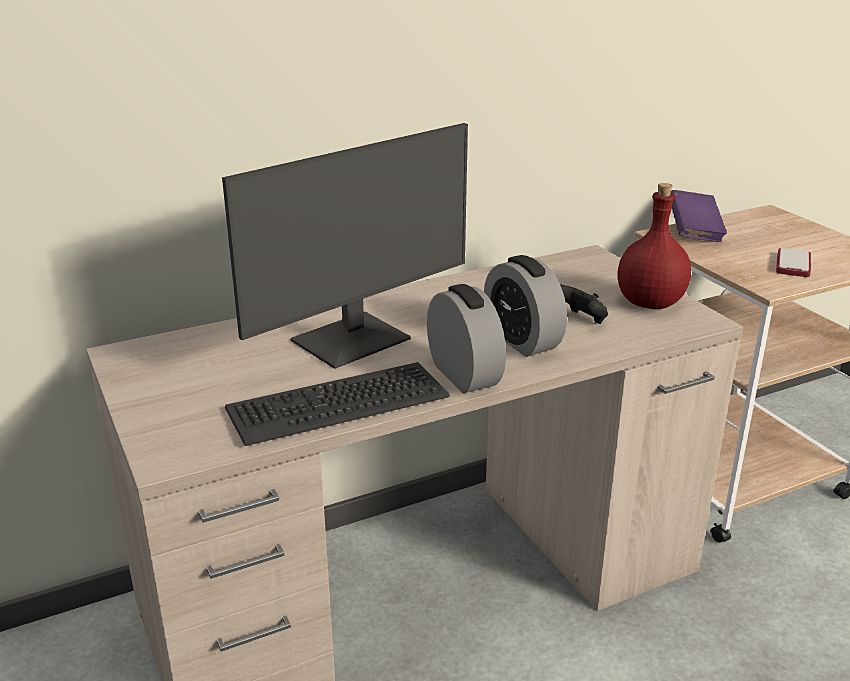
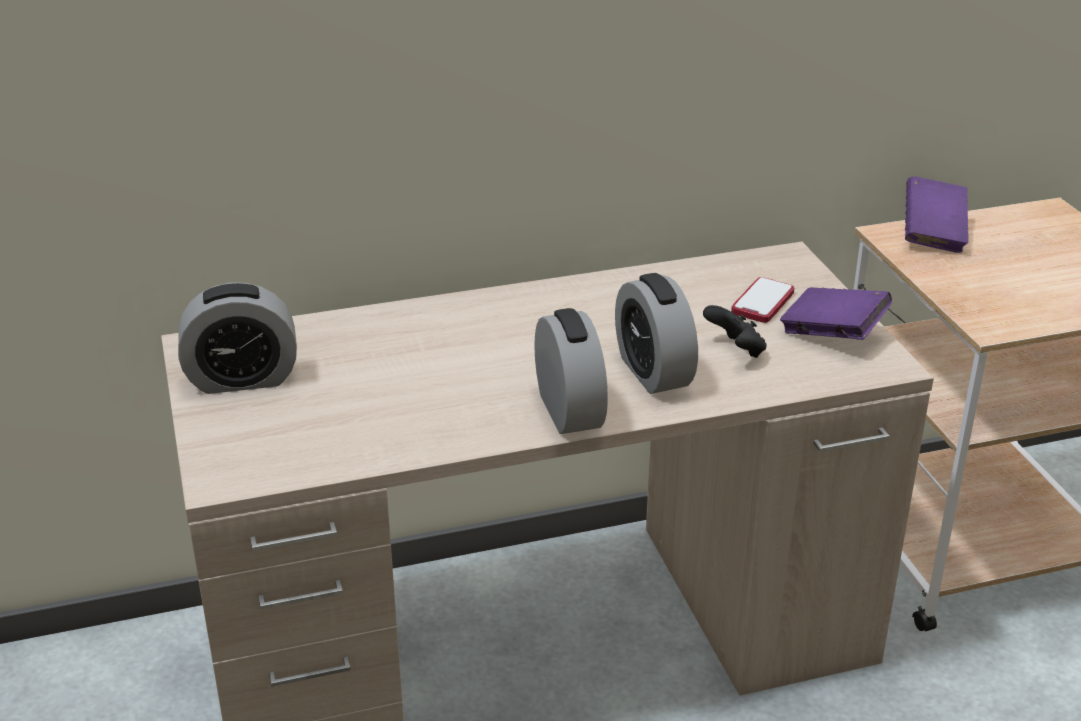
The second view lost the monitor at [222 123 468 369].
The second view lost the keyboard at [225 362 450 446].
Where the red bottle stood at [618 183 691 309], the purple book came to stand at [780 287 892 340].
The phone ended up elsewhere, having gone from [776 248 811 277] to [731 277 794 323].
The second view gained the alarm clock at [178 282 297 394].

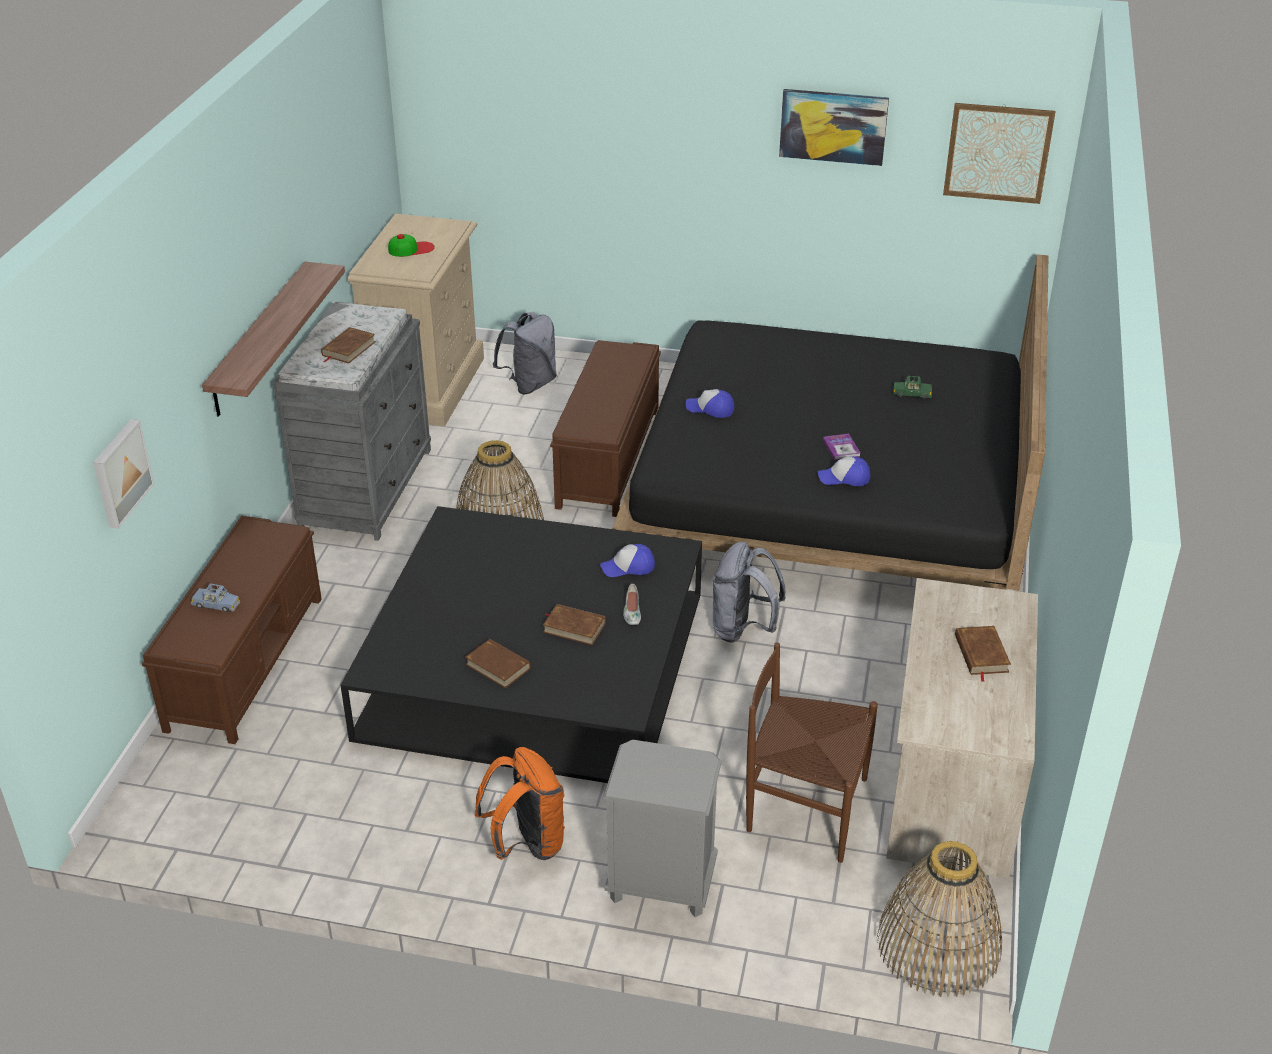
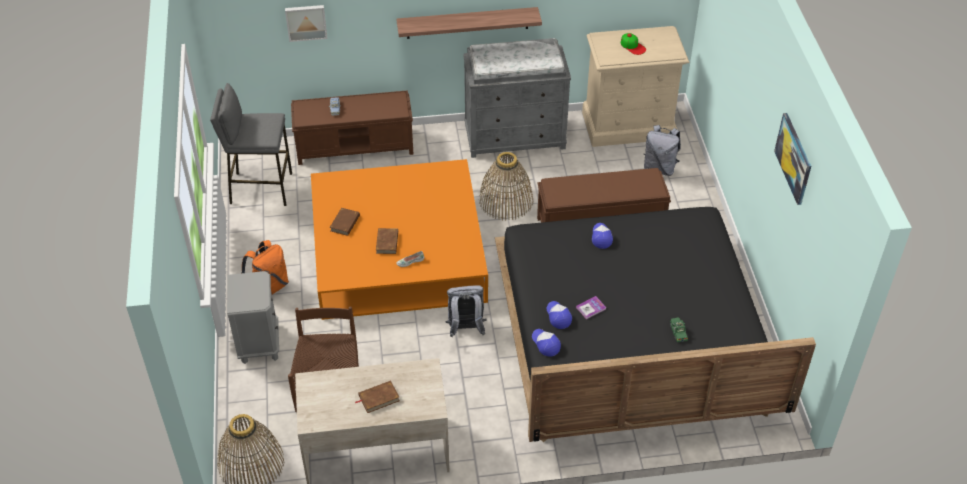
The second view lost the brown book at [321 327 376 363].
What was the black coffee table at [340 506 702 783] turned into the orange coffee table at [311 159 488 320].
The cap ended up elsewhere, having gone from [600 544 655 577] to [532 329 561 357].
The second view lost the picture at [943 103 1055 204].
The second view gained the grey stool at [210 83 292 206].

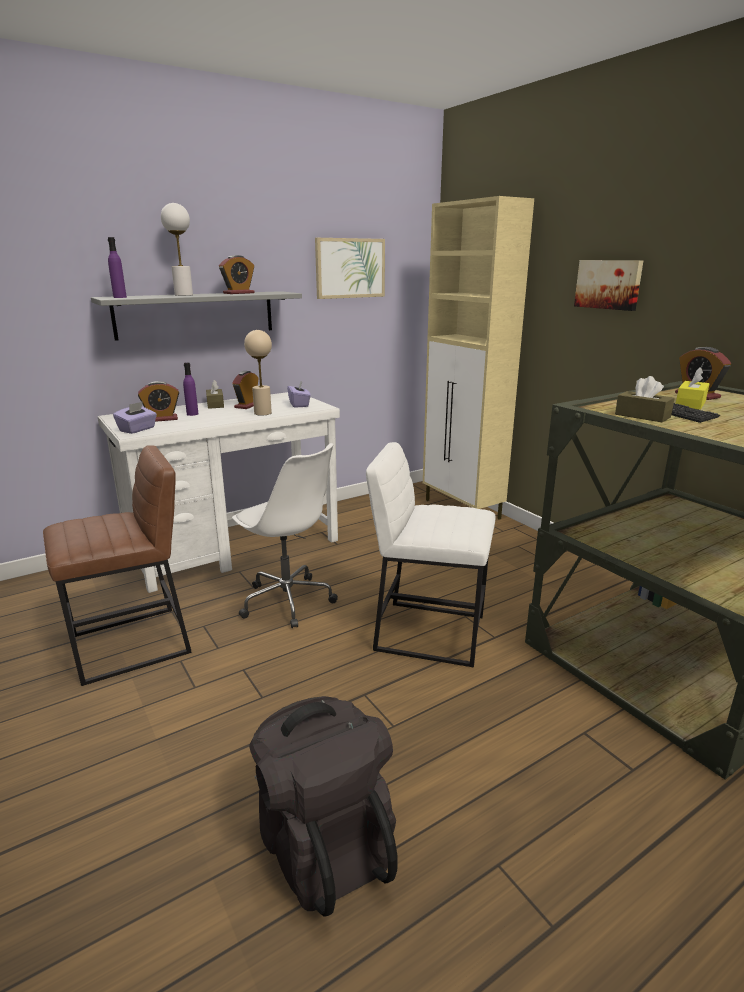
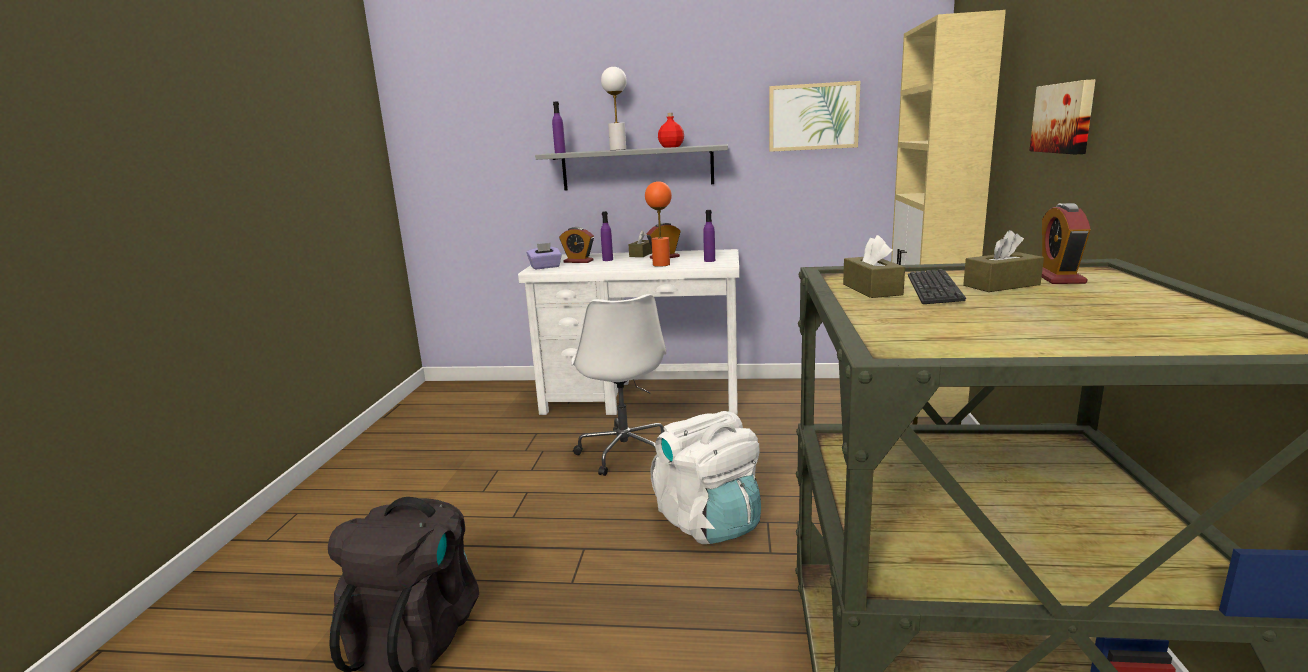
The second view lost the brown chair at [43 446 192 686].
Where the alarm clock stood at [219 255 255 294], the red bottle came to stand at [658 113 684 148].
What was the beige table lamp at [244 330 272 416] turned into the orange table lamp at [645 181 672 267].
Where the purple tissue box stood at [287 381 311 408], the purple bottle came to stand at [703 210 715 262].
Where the white chair stood at [366 442 495 667], the white backpack came to stand at [651 411 761 544].
What was the yellow tissue box at [676 367 709 410] turned into the brown tissue box at [963 230 1044 292].

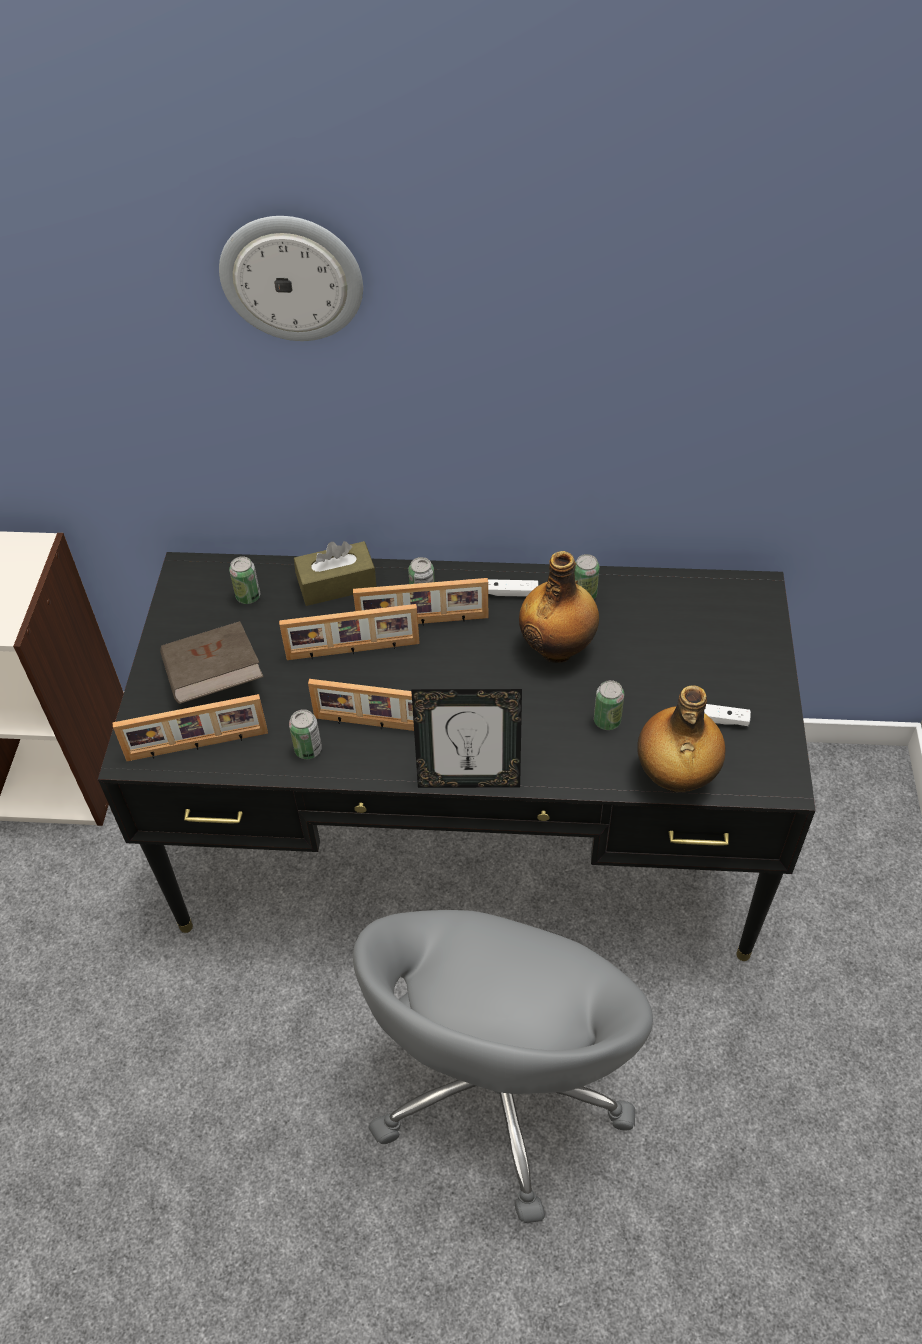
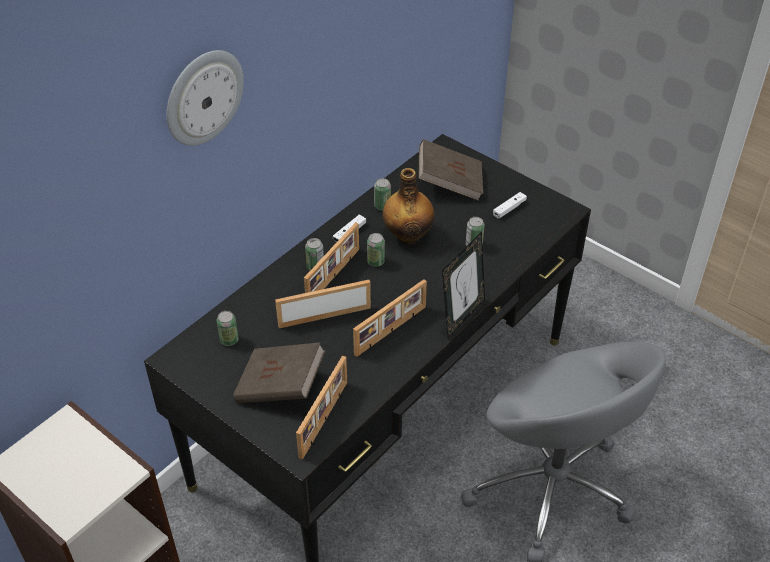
The picture frame at [279 604 420 660] ended up facing another way, 135 degrees counterclockwise from before.
The can ended up elsewhere, having gone from [289 709 322 759] to [367 233 385 267].
The second view lost the brown tissue box at [294 541 377 606].
The second view lost the bottle at [637 685 725 792].
The second view gained the brown book at [419 139 483 201].

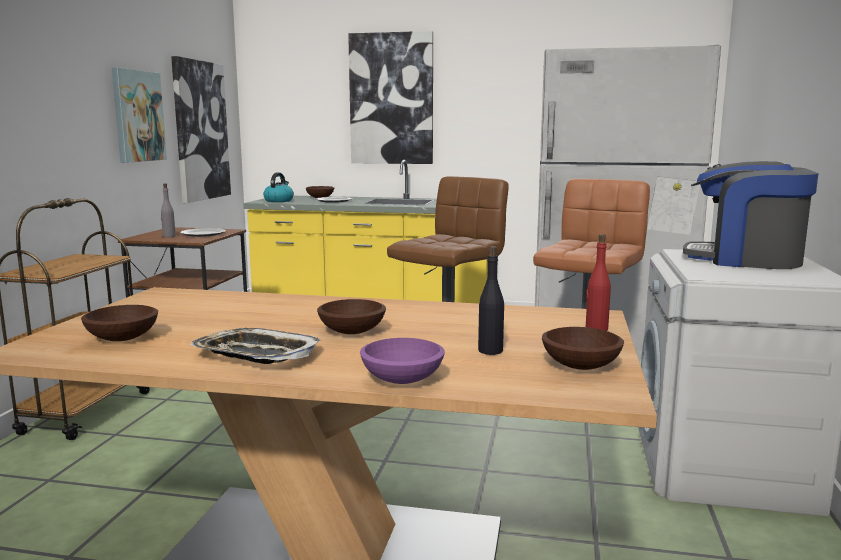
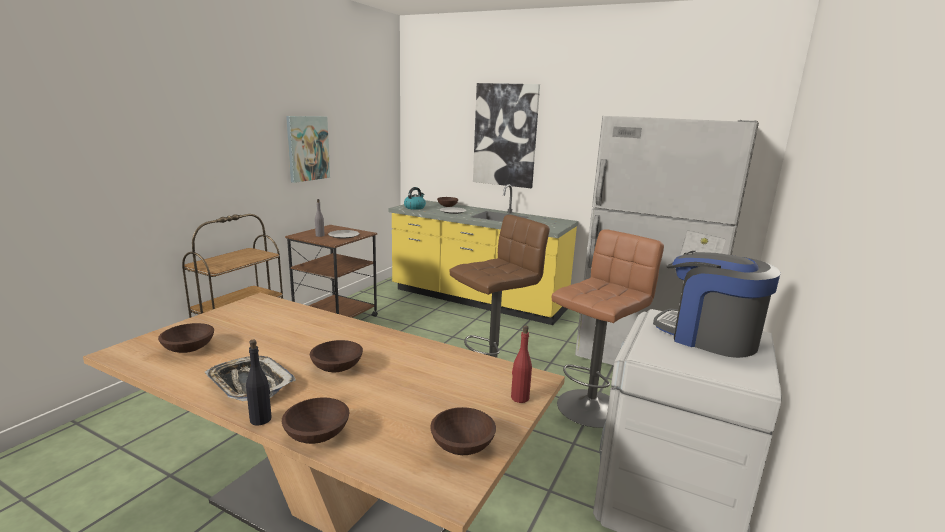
The second view lost the picture at [171 56 231 203].
What was the purple bowl at [360 338 445 384] turned into the brown bowl at [282 397 349 444].
The black bottle ended up elsewhere, having gone from [478 246 504 355] to [246 340 272 425].

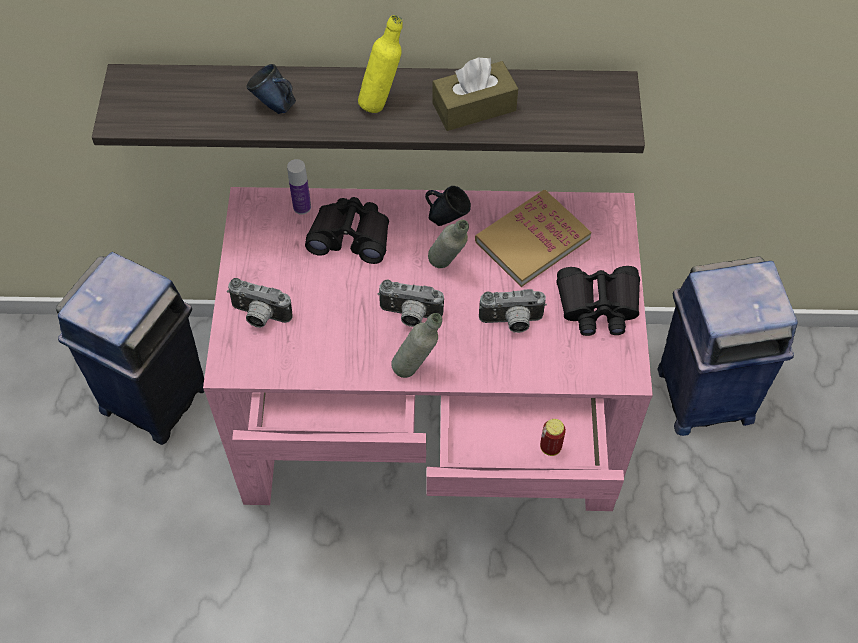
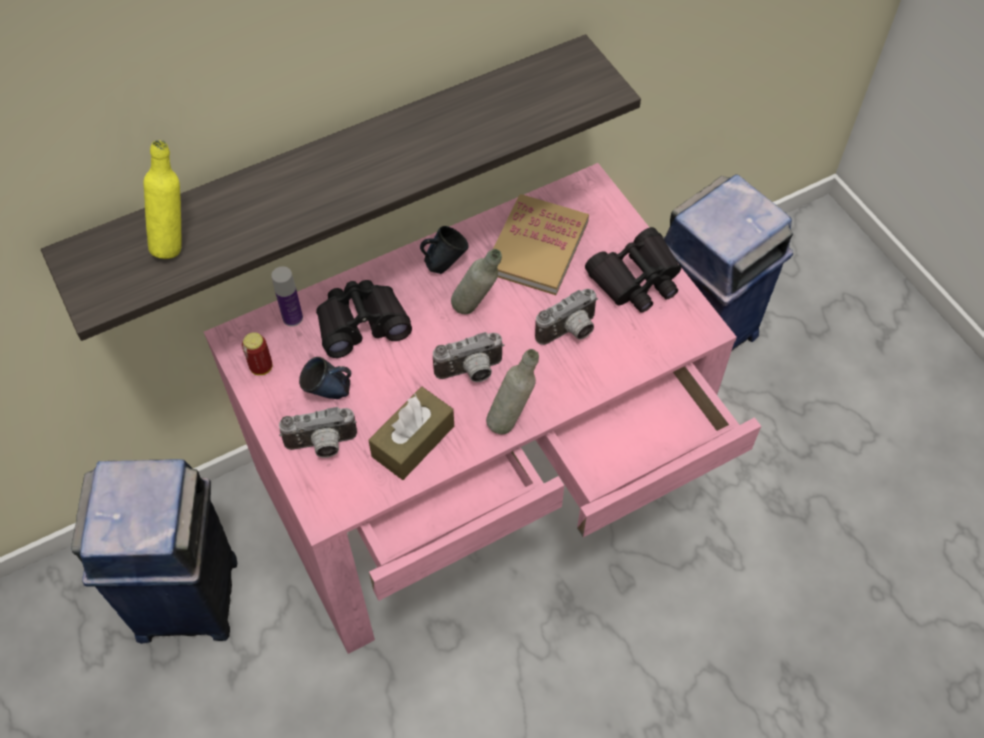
The blue mug ended up elsewhere, having gone from [247 64 296 114] to [299 357 351 399].
The yellow bottle ended up elsewhere, having gone from [358 15 403 113] to [143 140 182 259].
The brown tissue box ended up elsewhere, having gone from [432 57 518 131] to [369 387 454 480].
The can ended up elsewhere, having gone from [540 419 566 456] to [242 332 272 375].

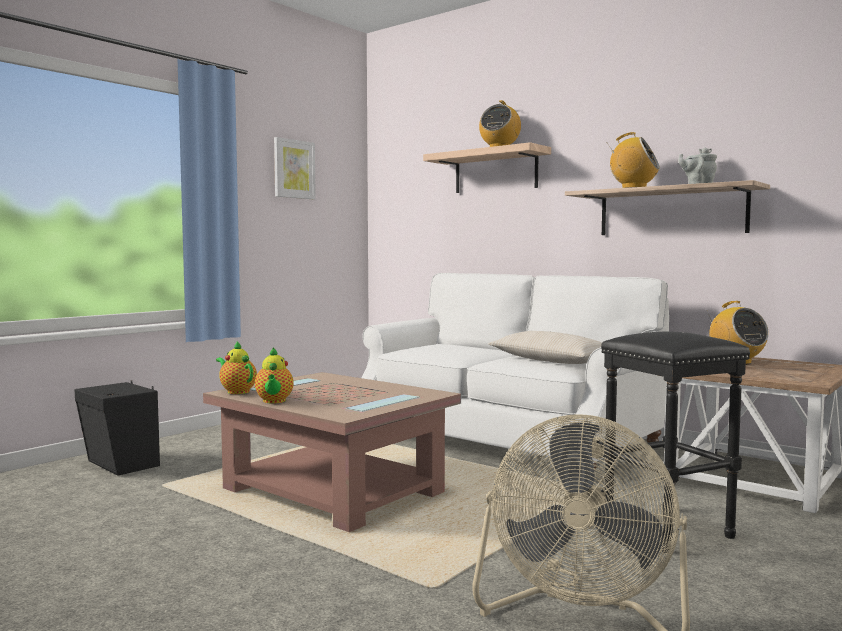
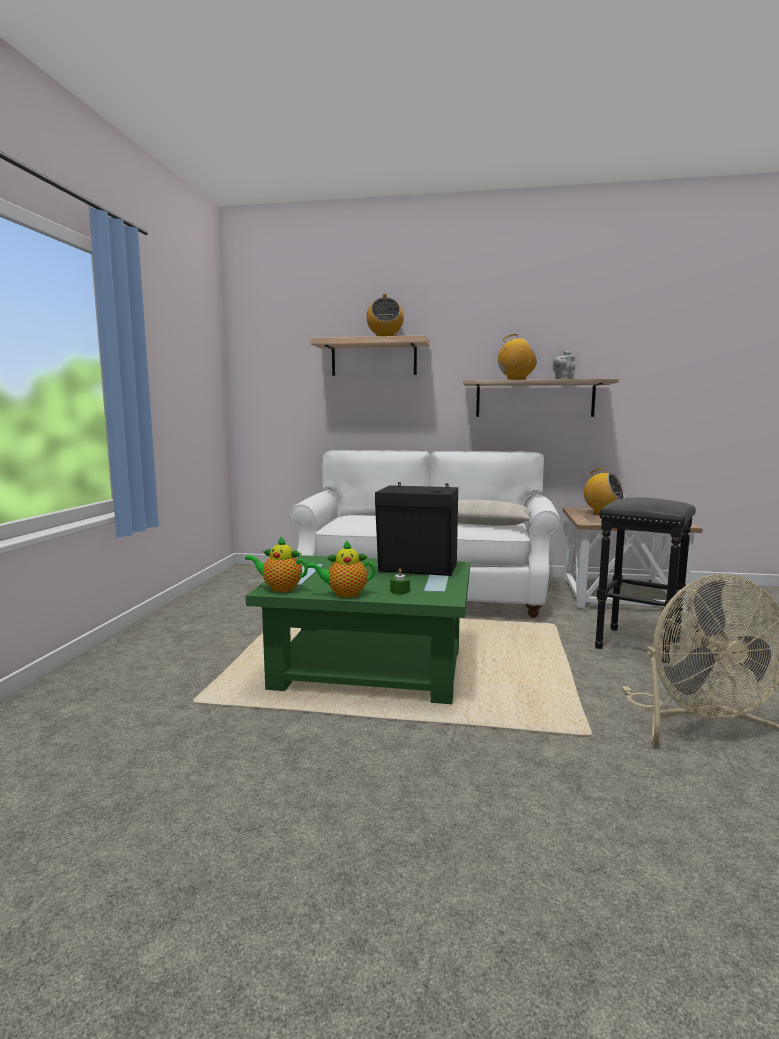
The black speaker ended up elsewhere, having gone from [75 380 160 476] to [375 482 458 576].
What was the brown coffee table at [203 372 461 532] turned into the green coffee table at [246 555 470 704].
The teapot at [255 347 294 403] ended up facing another way, 120 degrees clockwise from before.
The second view lost the picture at [274 137 316 199].
The second view gained the green candle at [390 568 410 594].

